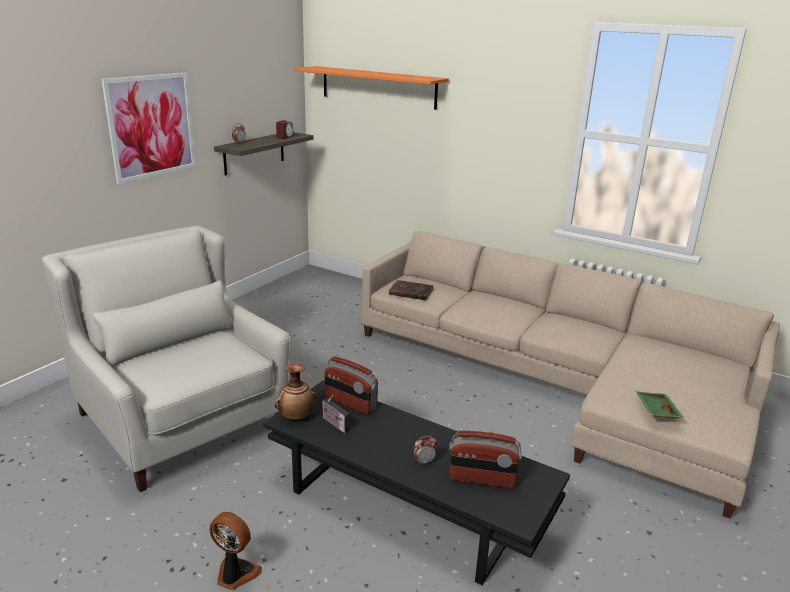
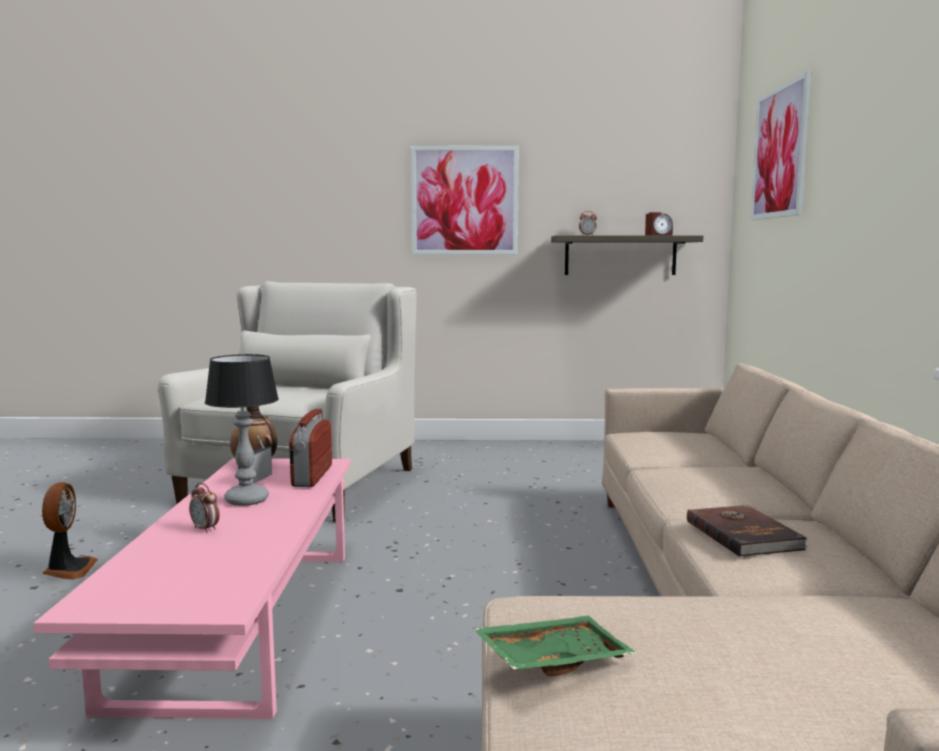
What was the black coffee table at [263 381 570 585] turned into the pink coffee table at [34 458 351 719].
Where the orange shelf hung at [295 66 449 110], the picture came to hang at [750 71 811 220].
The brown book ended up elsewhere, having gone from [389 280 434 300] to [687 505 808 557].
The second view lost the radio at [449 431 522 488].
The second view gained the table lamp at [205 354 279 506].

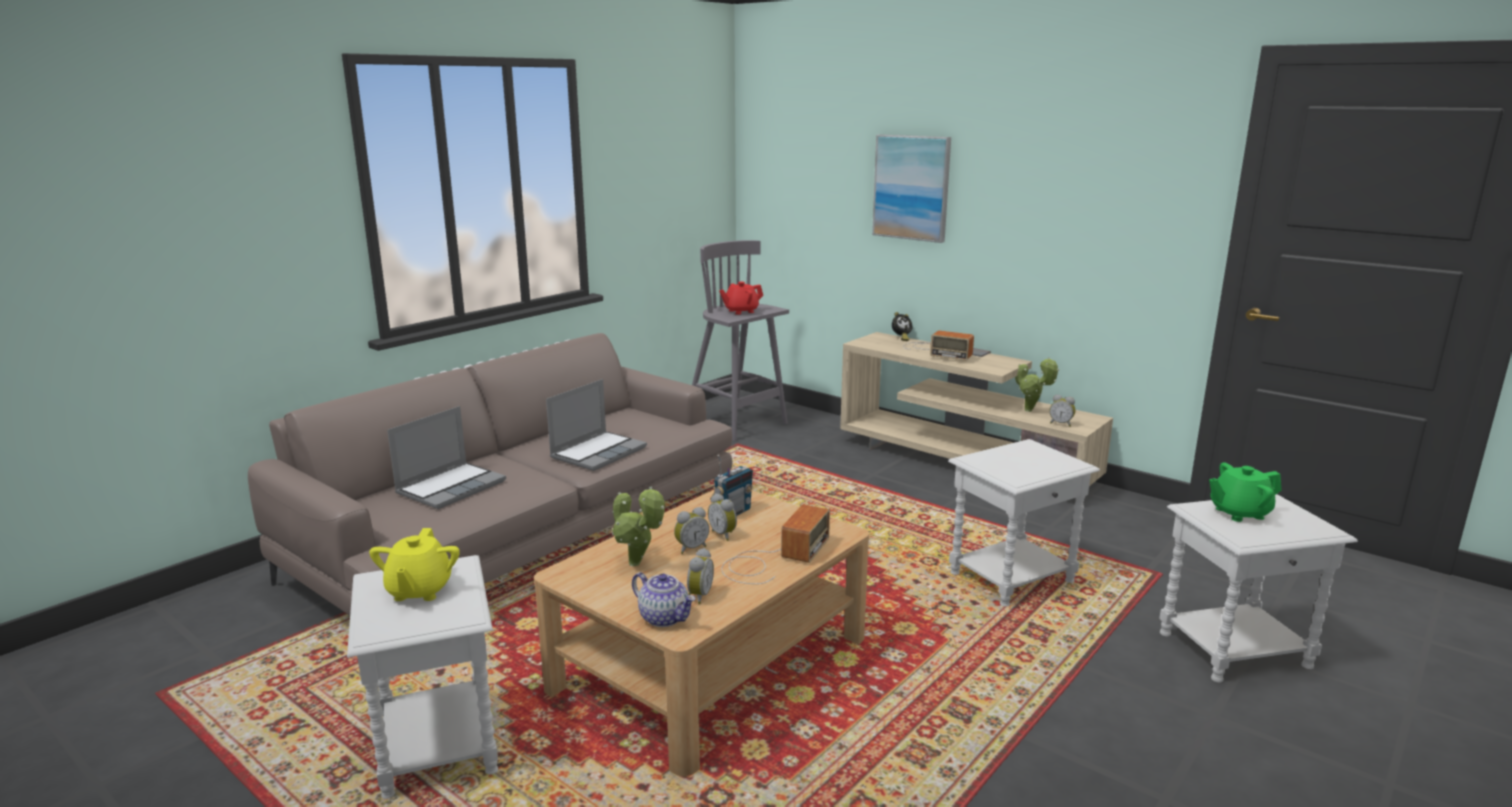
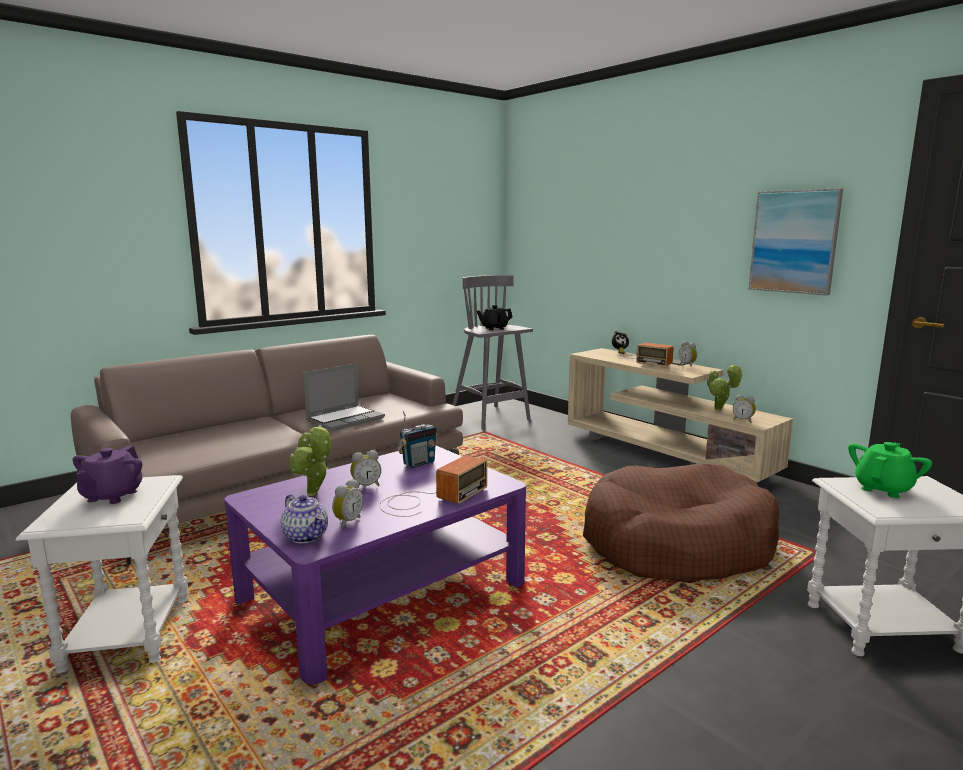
What was the yellow teapot at [369 528 460 601] turned into the purple teapot at [73 445 143 504].
The second view lost the laptop at [387 406 506 509].
What was the beige coffee table at [534 489 869 776] turned into the purple coffee table at [224 445 526 685].
The alarm clock ended up elsewhere, having gone from [708 493 737 541] to [679 341 697 367].
What was the red teapot at [719 282 763 315] turned into the black teapot at [477 305 513 330].
The picture ended up elsewhere, having gone from [872 134 951 243] to [749 188 843 295].
Where the white side table stood at [948 439 1100 606], the brown dog bed came to stand at [583 463 780 583].
The green teapot at [1209 462 1281 522] ended up facing another way, 135 degrees clockwise from before.

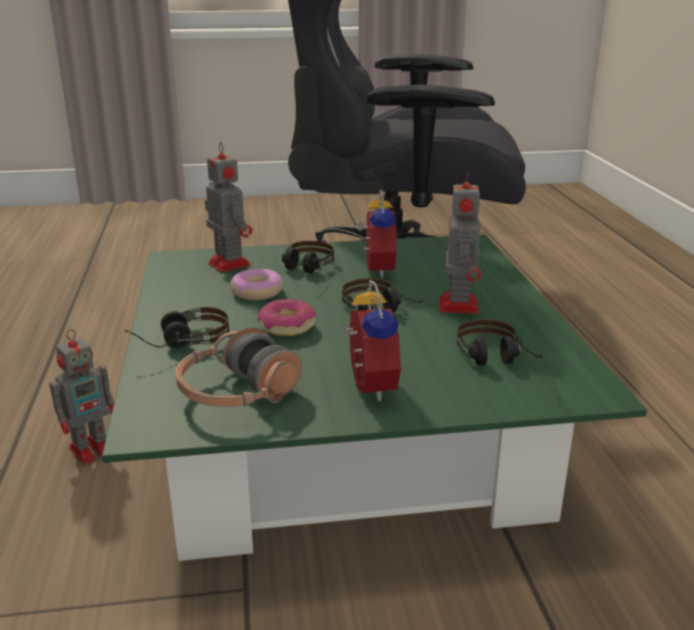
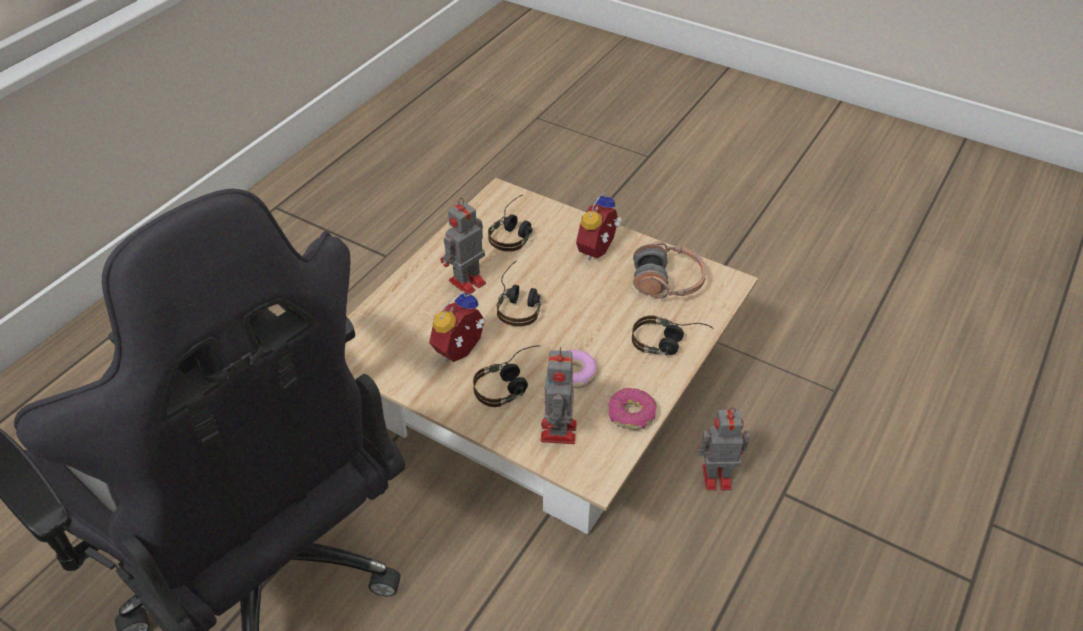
What was the green coffee table at [102 234 647 561] turned into the beige coffee table at [345 178 758 534].
The donut ended up elsewhere, having gone from [257 299 317 336] to [608 388 657 430].

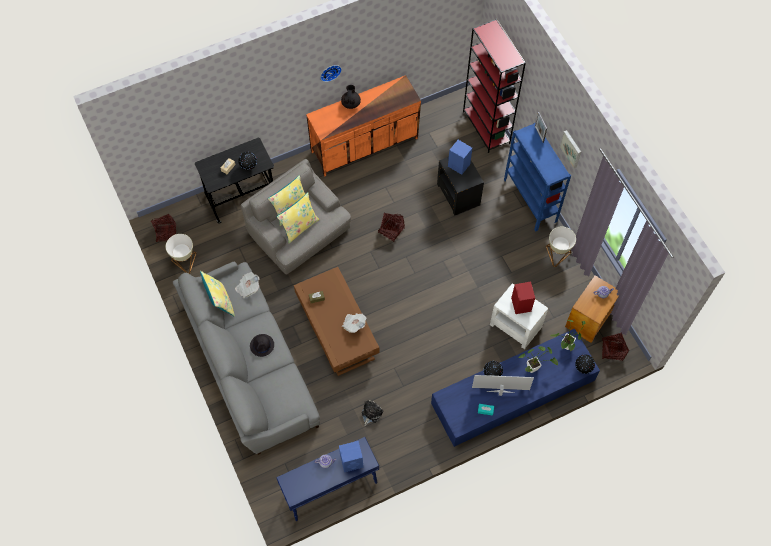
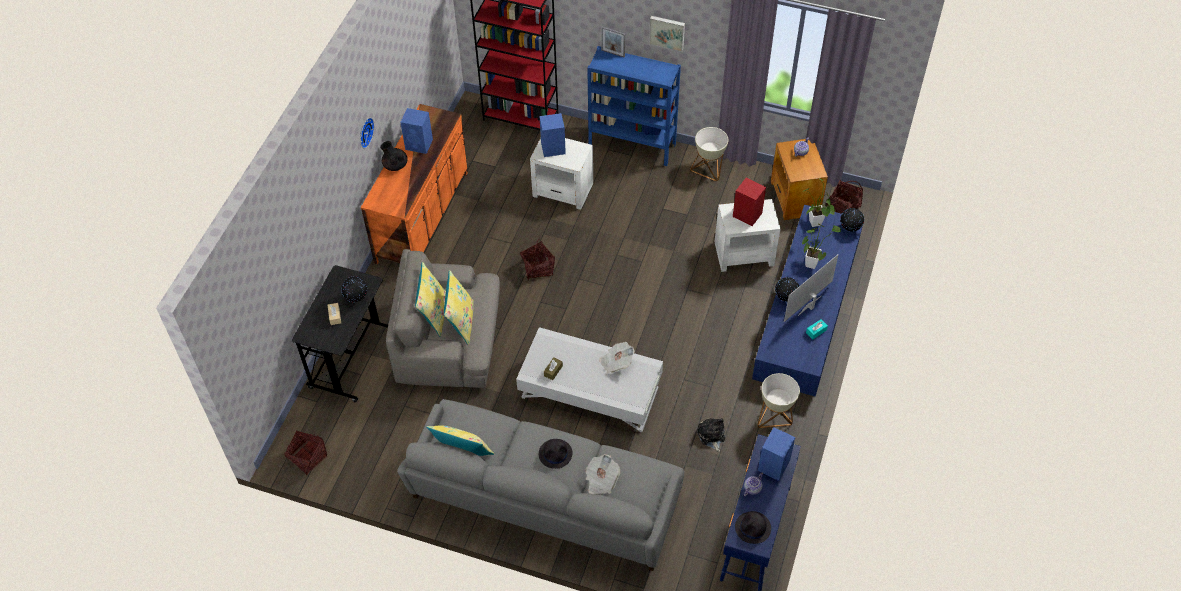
The planter ended up elsewhere, having gone from [166 234 197 274] to [757 373 800 428].
The newspaper ended up elsewhere, having gone from [235 272 260 298] to [586 454 621 494].
What was the brown coffee table at [294 267 379 376] turned into the white coffee table at [516 327 663 432].
What was the black side table at [437 157 484 215] turned into the white side table at [530 138 593 210].
The second view gained the blue speaker at [400 108 433 154].
The second view gained the black hat at [735 511 771 544].

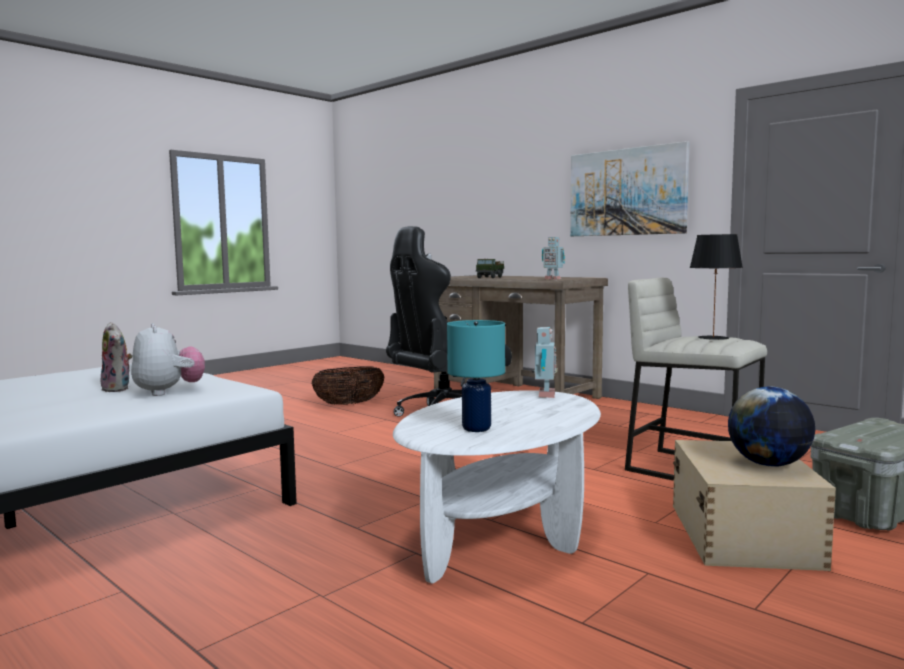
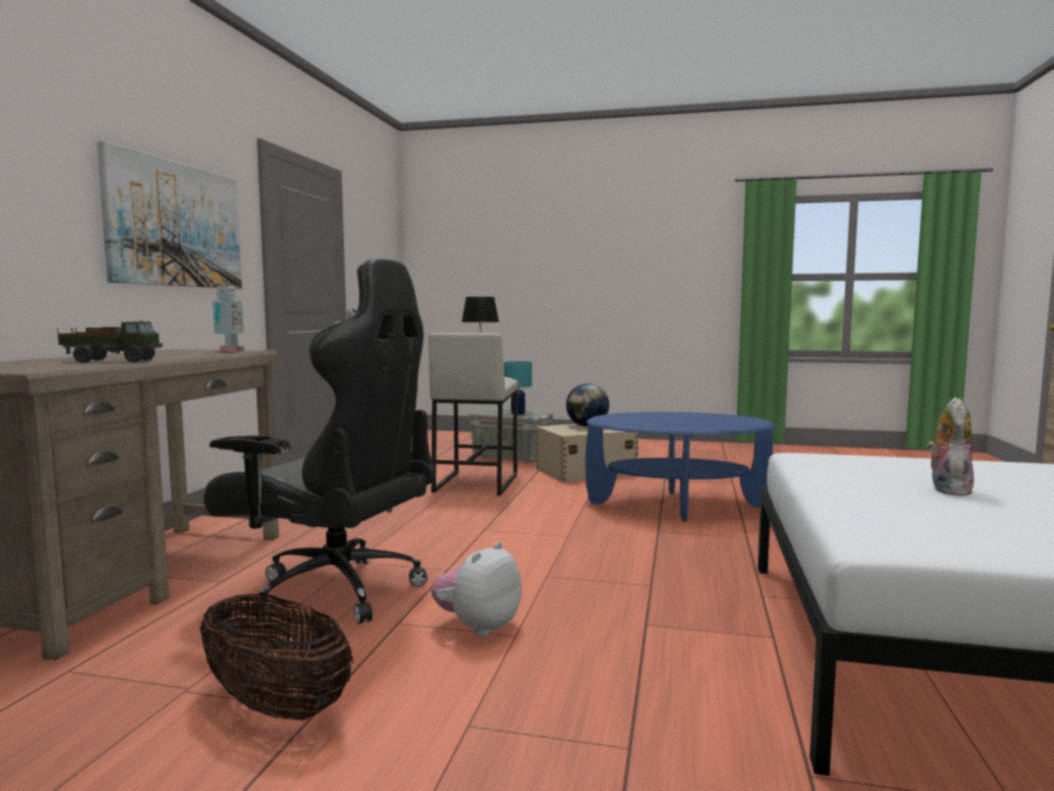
The plush toy ended up elsewhere, having gone from [131 323 205 396] to [431 542 522 637].
What was the white coffee table at [393 390 601 584] turned into the blue coffee table at [585 412 775 521].
The turquoise table lamp ended up elsewhere, having gone from [447 320 505 432] to [504 361 532 415].
The second view lost the toy robot at [531 327 558 398].

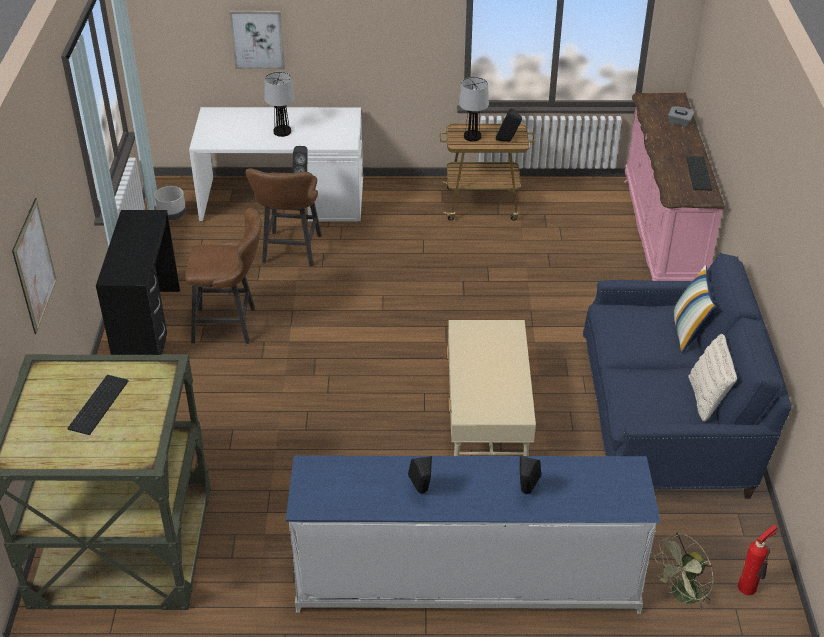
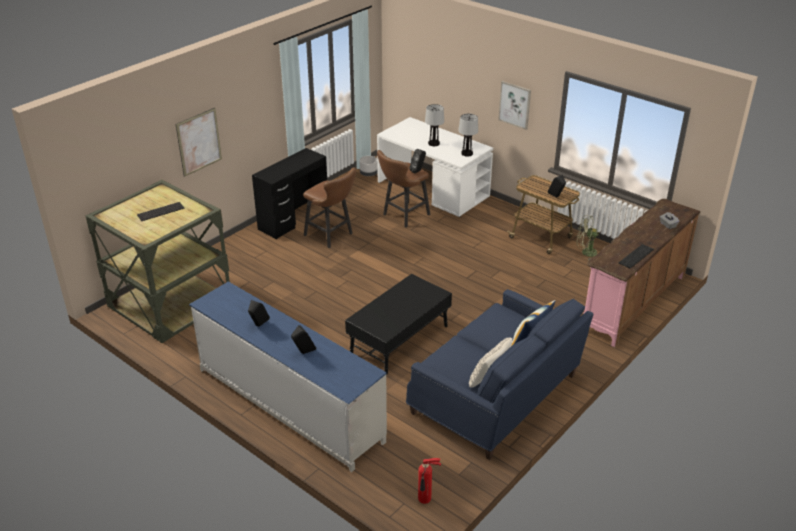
The picture ended up elsewhere, having gone from [229 11 285 69] to [498 81 531 130].
What was the beige coffee table at [446 320 536 456] turned into the black coffee table at [345 274 452 375].
The table lamp ended up elsewhere, having gone from [459 77 489 142] to [458 114 478 156].
The green fan ended up elsewhere, having gone from [654 533 714 611] to [576 215 599 260].

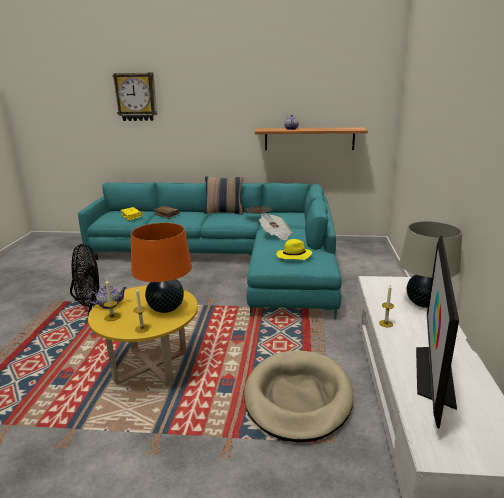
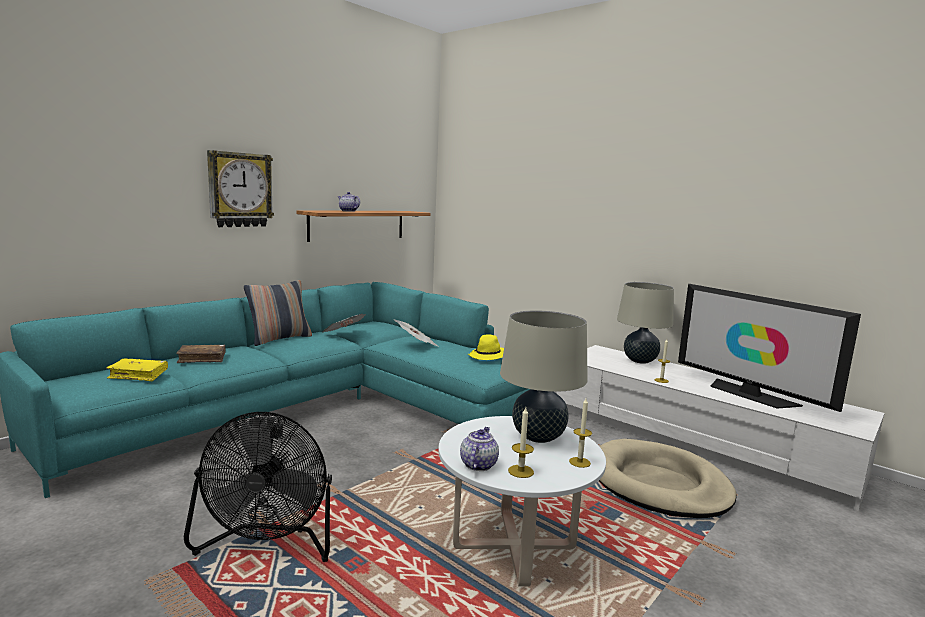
What was the yellow coffee table at [88 285 198 387] turned into the white coffee table at [438 416 606 586].
The wall clock ended up elsewhere, having gone from [112 72 157 121] to [207 150 274 227].
What was the orange table lamp at [131 222 192 313] turned into the beige table lamp at [500 311 588 443].

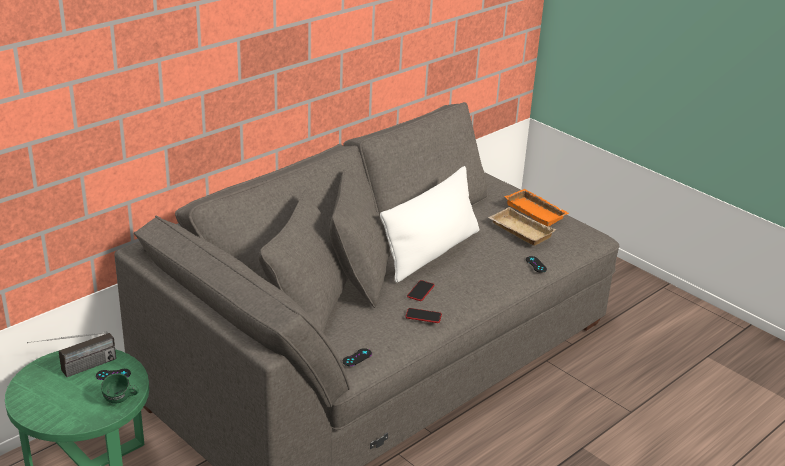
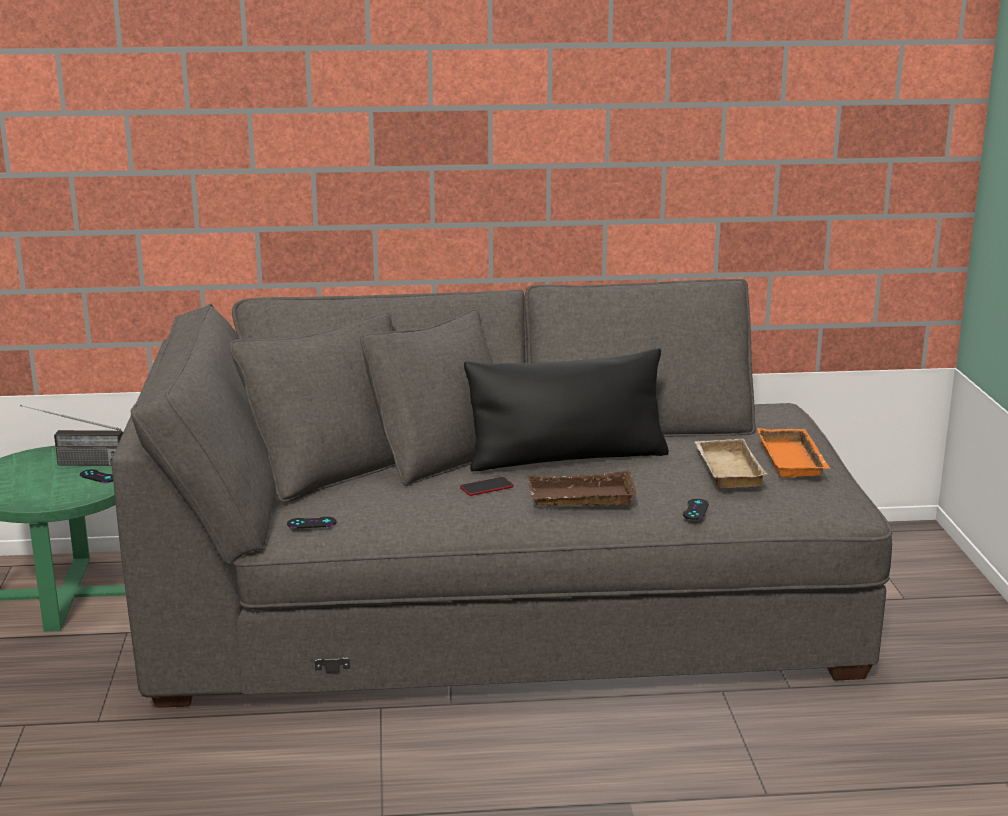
The second view lost the green mug at [101 373 139 404].
What was the white pillow at [380 166 479 283] turned into the black pillow at [464 348 669 471].
The second view lost the phone at [405 308 442 323].
The second view gained the brown tray at [528 470 637 506].

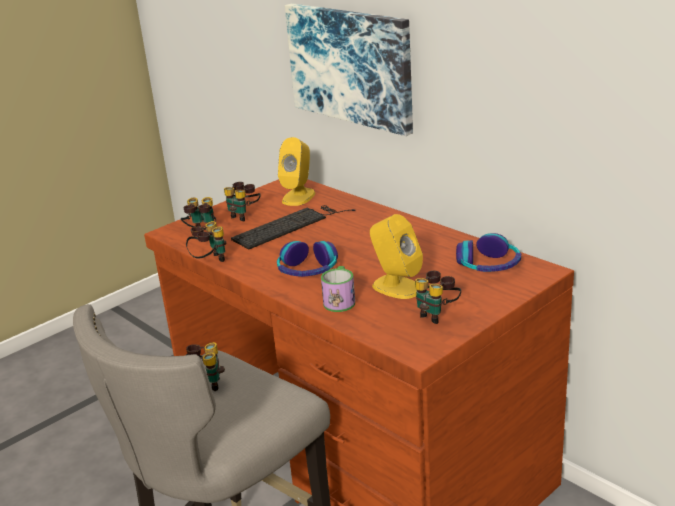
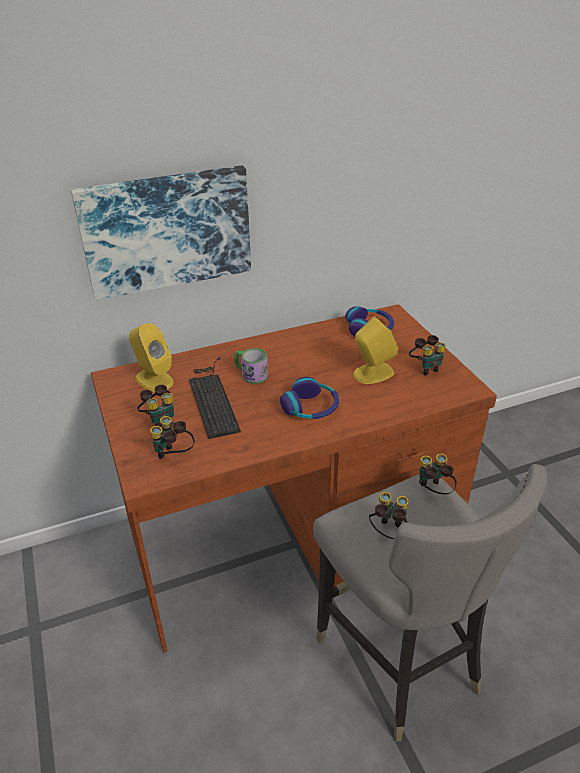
The binoculars ended up elsewhere, having gone from [186 221 226 262] to [419 453 457 494].
The mug ended up elsewhere, having gone from [321 266 355 312] to [234 348 268 384].

